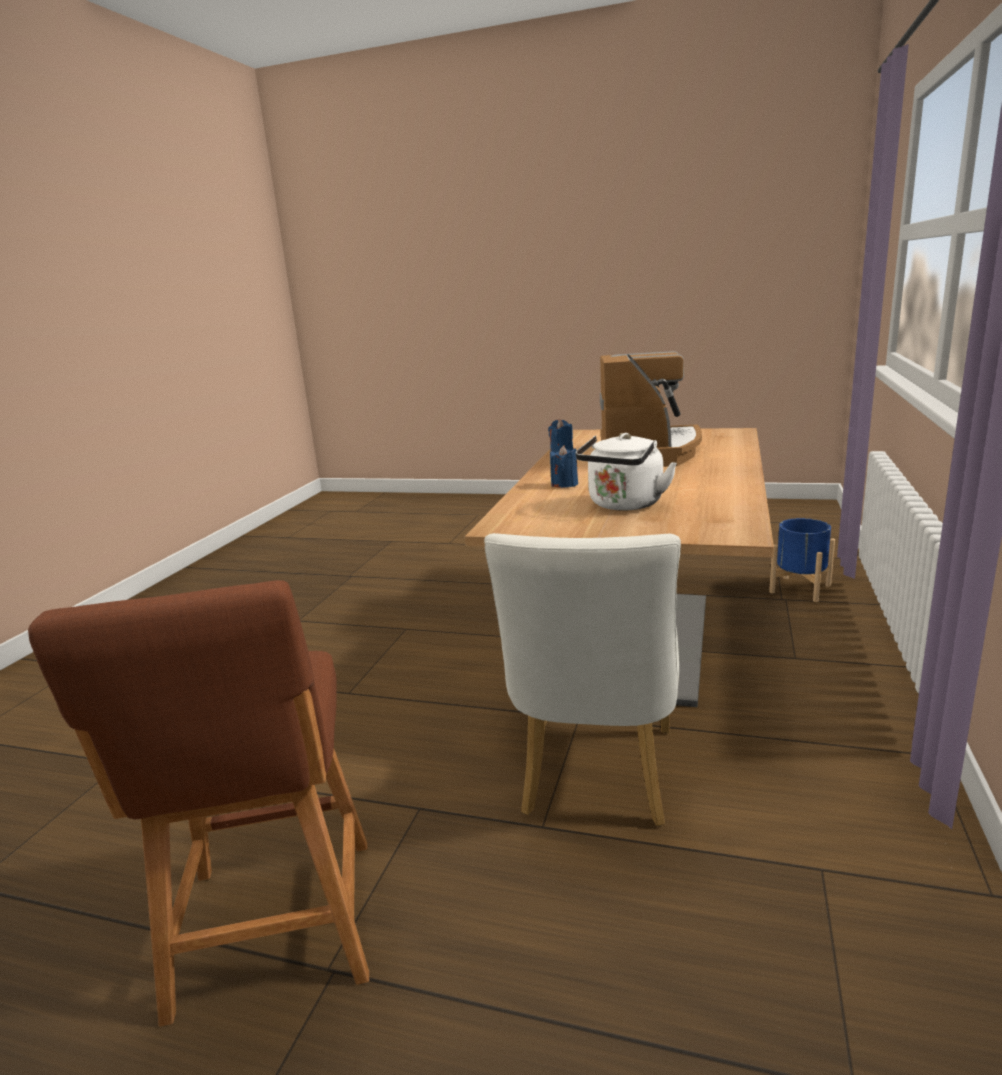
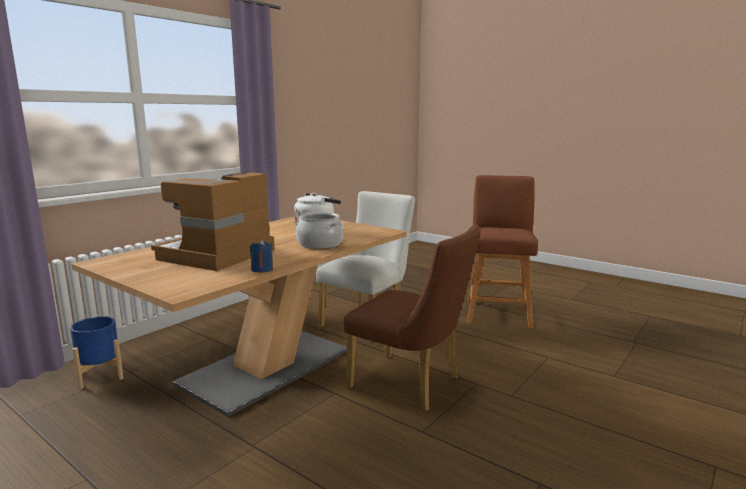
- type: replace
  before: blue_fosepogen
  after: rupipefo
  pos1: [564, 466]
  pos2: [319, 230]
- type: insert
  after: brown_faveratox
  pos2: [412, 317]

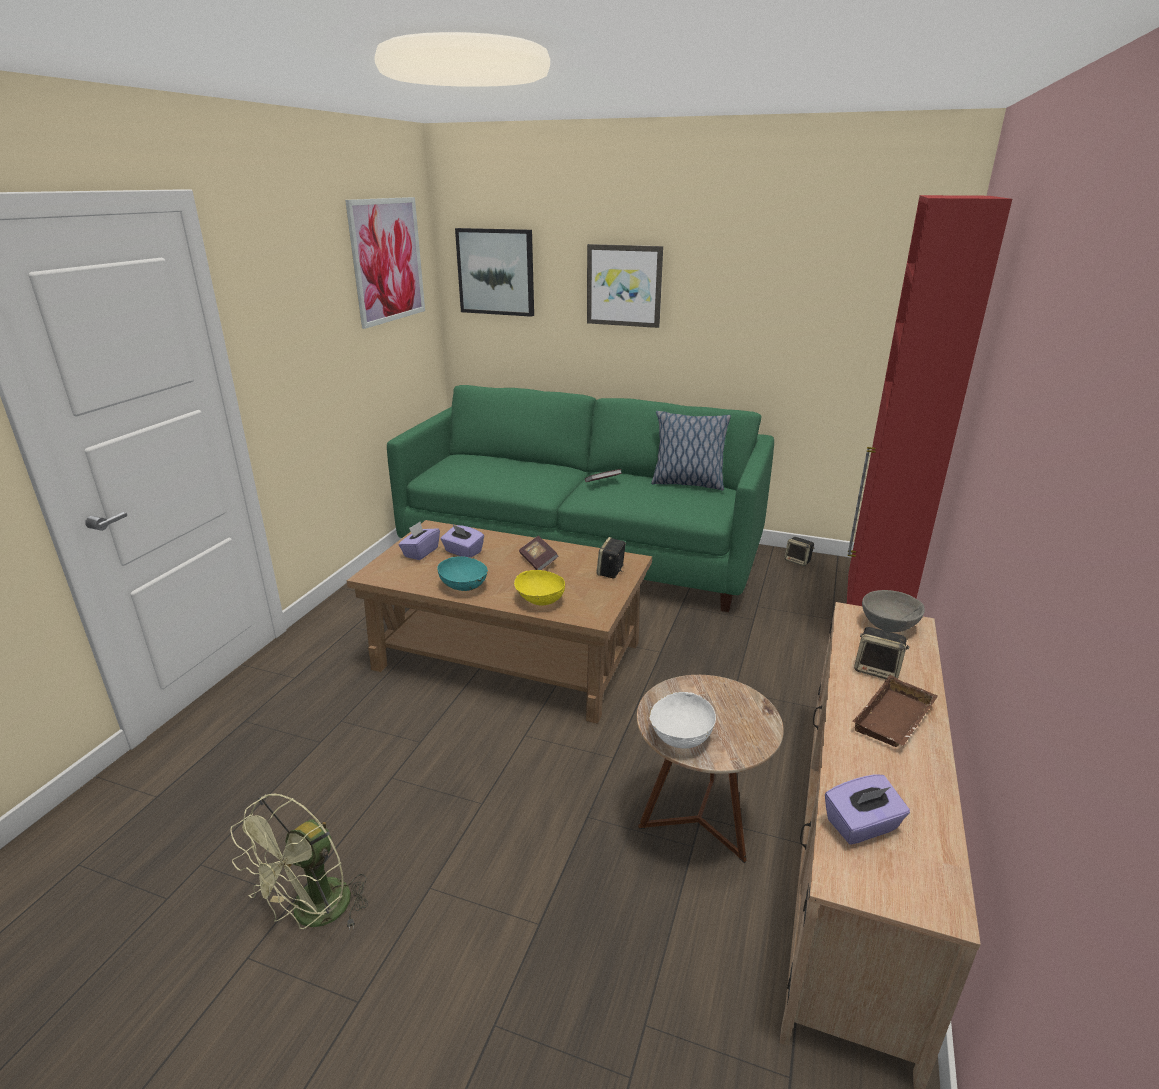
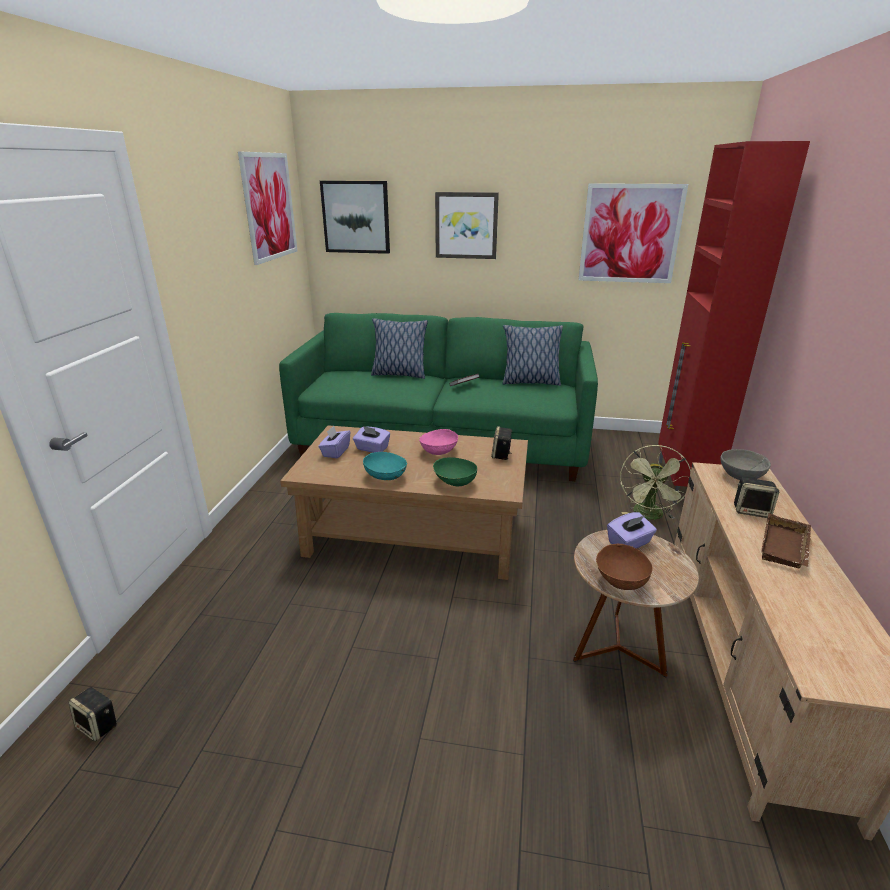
- type: move
  before: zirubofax
  pos1: [799, 551]
  pos2: [93, 714]
- type: insert
  after: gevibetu
  pos2: [399, 348]
- type: replace
  before: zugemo
  after: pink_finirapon
  pos1: [539, 553]
  pos2: [438, 442]
- type: recolor
  before: yellow_finirapon
  after: green_finirapon
  pos1: [539, 587]
  pos2: [455, 471]
- type: insert
  after: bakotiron
  pos2: [633, 233]
- type: recolor
  before: white_finirapon
  after: brown_finirapon
  pos1: [682, 720]
  pos2: [624, 567]
- type: move
  before: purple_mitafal
  pos1: [867, 810]
  pos2: [632, 530]
- type: move
  before: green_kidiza
  pos1: [299, 862]
  pos2: [655, 482]

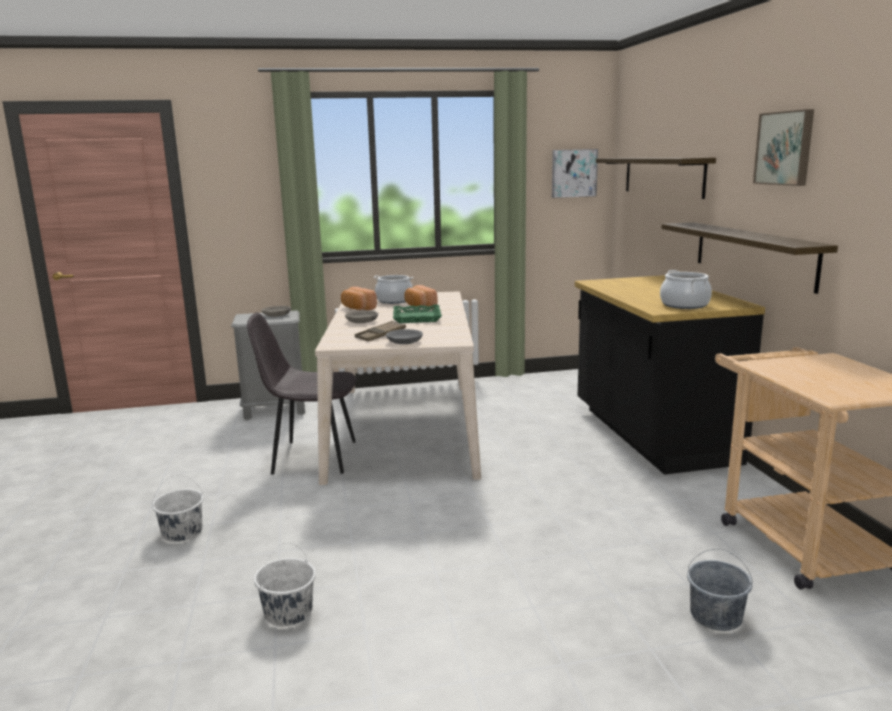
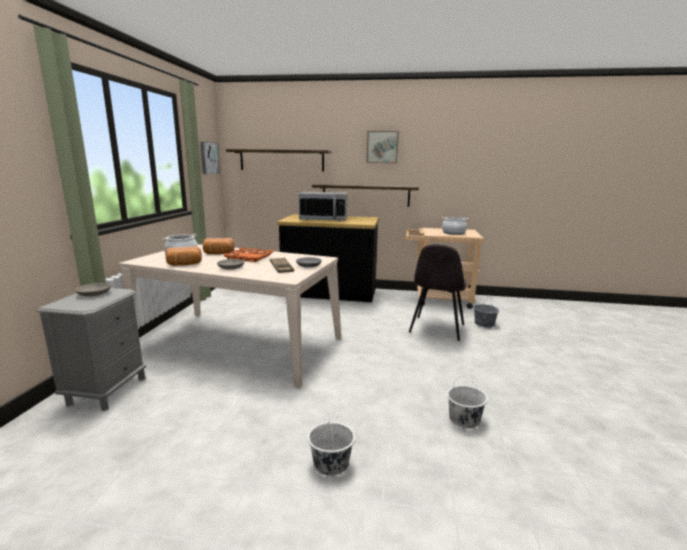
- type: recolor
  before: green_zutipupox
  after: orange_zutipupox
  pos1: [417, 313]
  pos2: [248, 255]
- type: insert
  after: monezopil
  pos2: [323, 206]
- type: move
  before: grey_faveratox
  pos1: [301, 393]
  pos2: [437, 292]
- type: move
  before: rupipefo
  pos1: [686, 289]
  pos2: [455, 226]

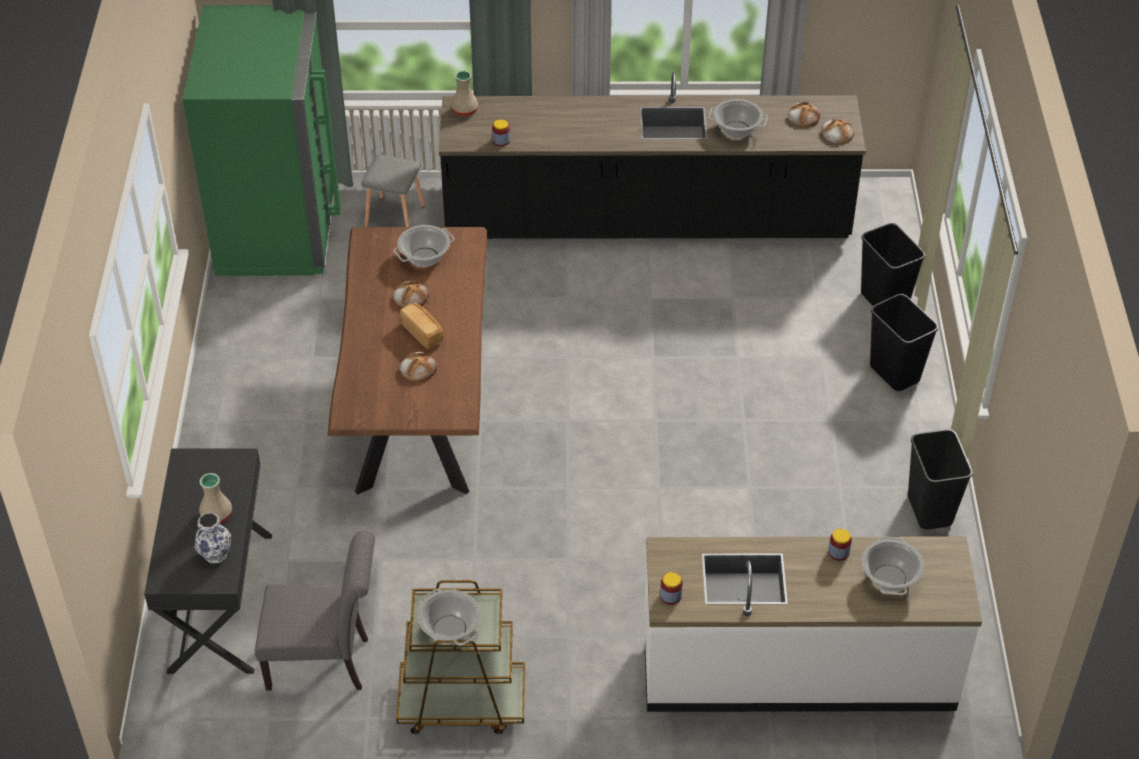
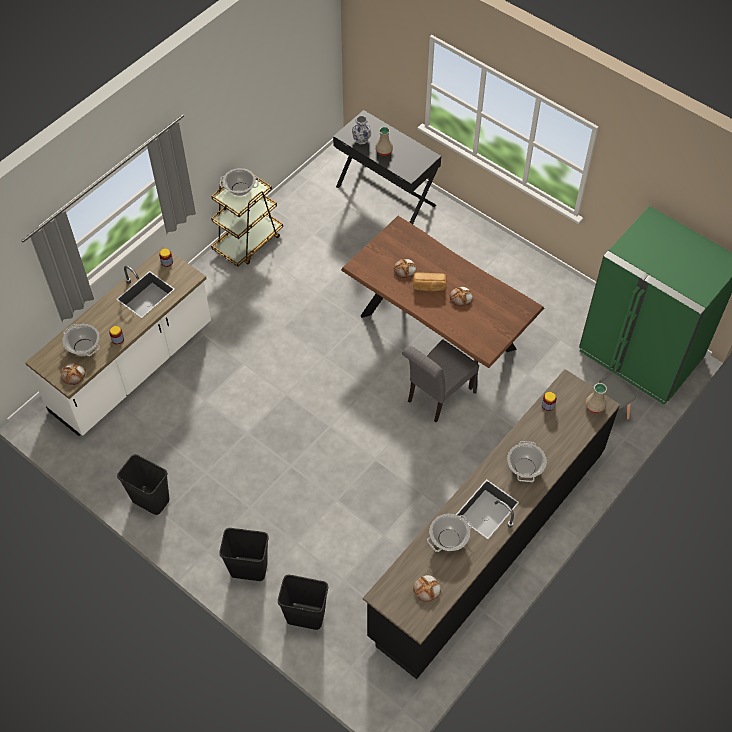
- type: move
  before: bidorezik
  pos1: [837, 131]
  pos2: [73, 374]
- type: move
  before: grey_faveratox
  pos1: [315, 610]
  pos2: [440, 380]
- type: move
  before: rupipefo
  pos1: [423, 246]
  pos2: [527, 461]

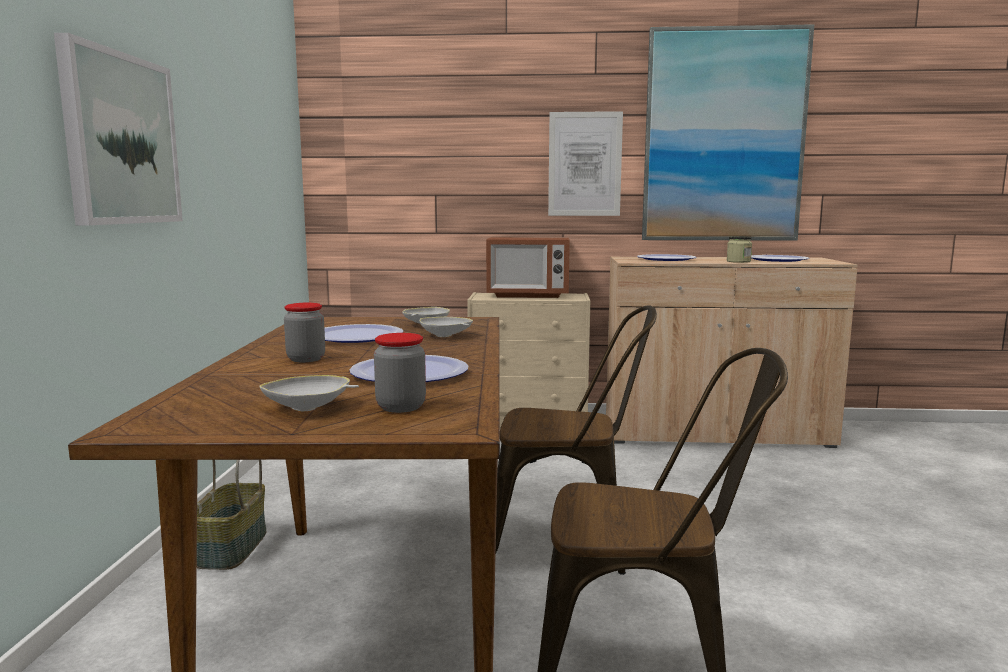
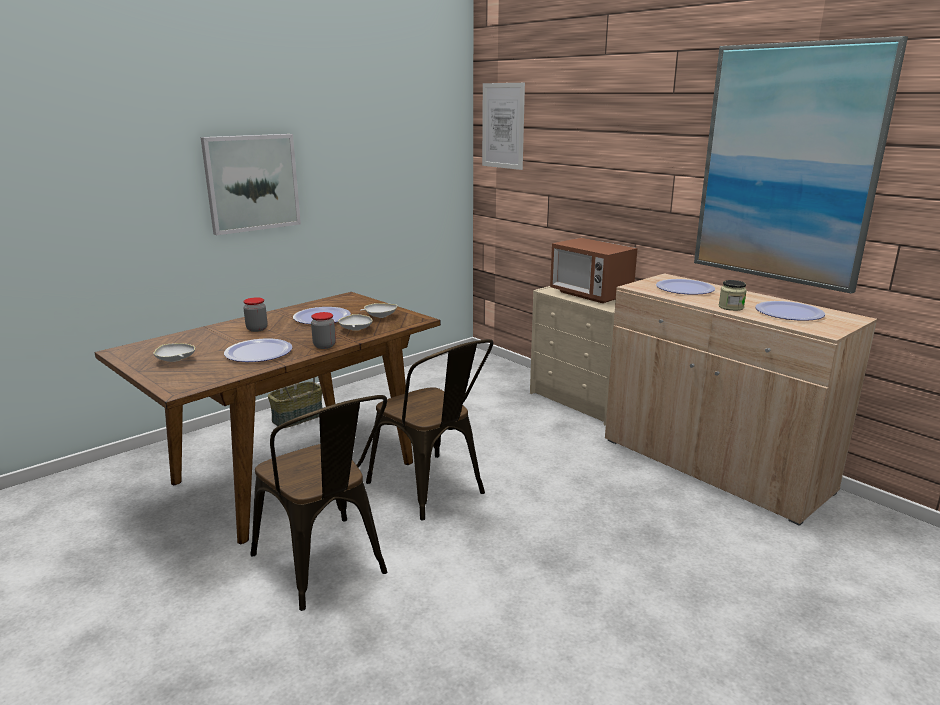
- type: move
  before: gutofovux
  pos1: [400, 373]
  pos2: [323, 330]
- type: move
  before: bakotiron
  pos1: [585, 163]
  pos2: [503, 126]

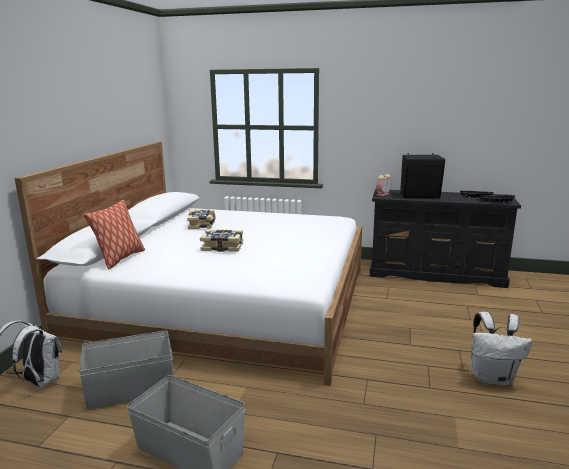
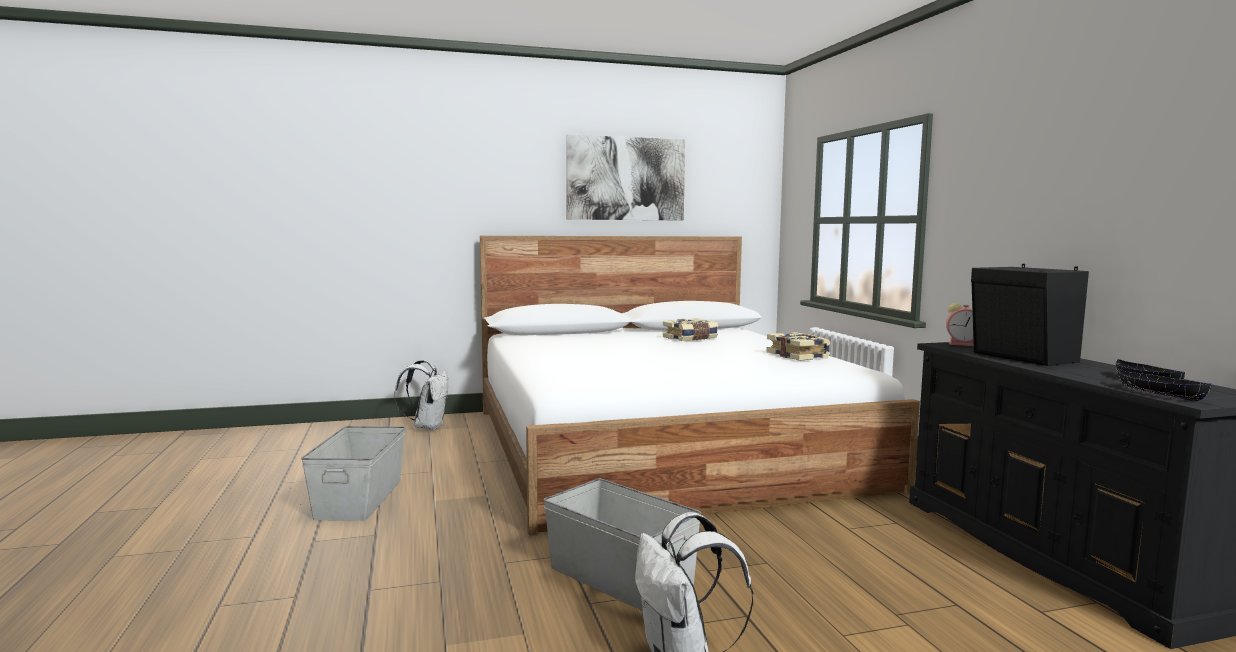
- type: move
  before: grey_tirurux
  pos1: [126, 369]
  pos2: [622, 545]
- type: insert
  after: bakotiron
  pos2: [625, 177]
- type: move
  before: zugemo
  pos1: [221, 241]
  pos2: [798, 346]
- type: delete
  before: gevibetu
  pos1: [114, 234]

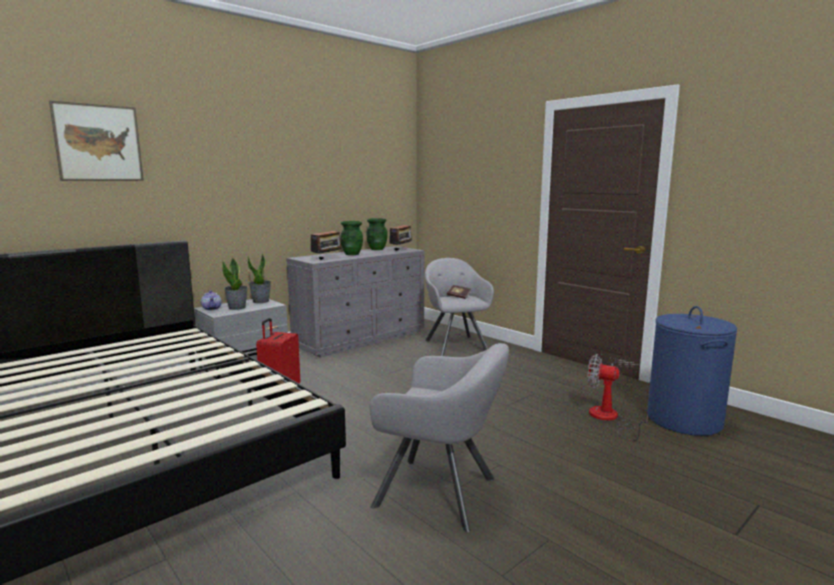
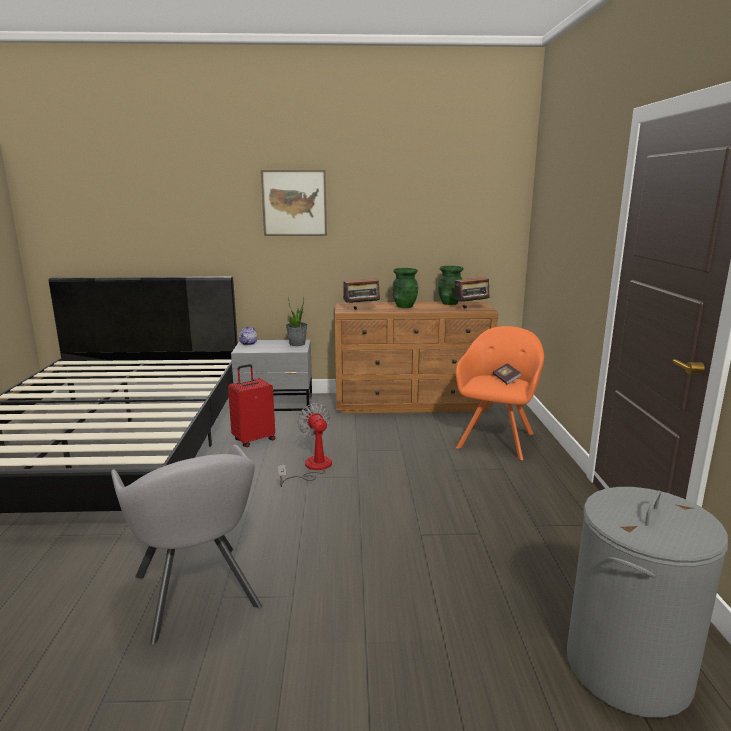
- type: move
  before: bakotiron
  pos1: [96, 140]
  pos2: [294, 203]
- type: move
  before: kidiza
  pos1: [617, 397]
  pos2: [305, 445]
- type: recolor
  before: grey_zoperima
  after: brown_zoperima
  pos1: [355, 302]
  pos2: [416, 358]
- type: recolor
  before: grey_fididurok
  after: orange_fididurok
  pos1: [459, 307]
  pos2: [500, 393]
- type: recolor
  before: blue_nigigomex
  after: grey_nigigomex
  pos1: [692, 371]
  pos2: [647, 602]
- type: delete
  before: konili
  pos1: [235, 283]

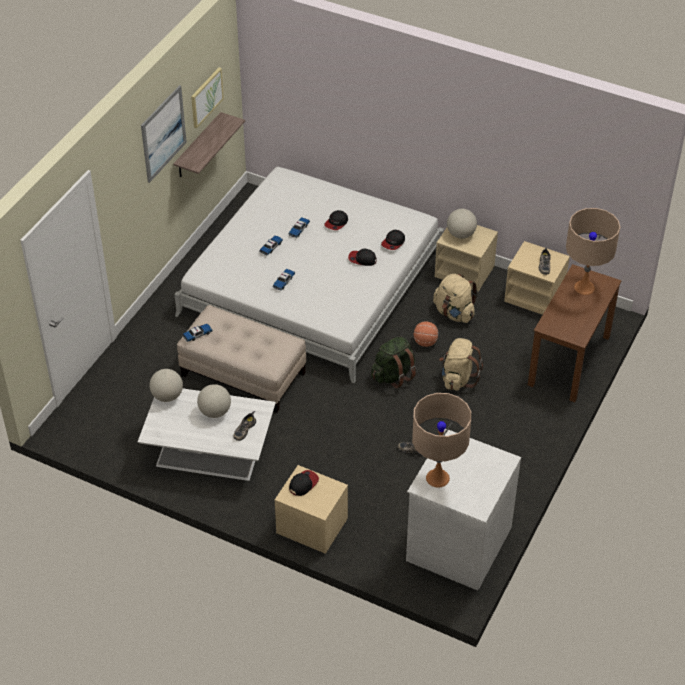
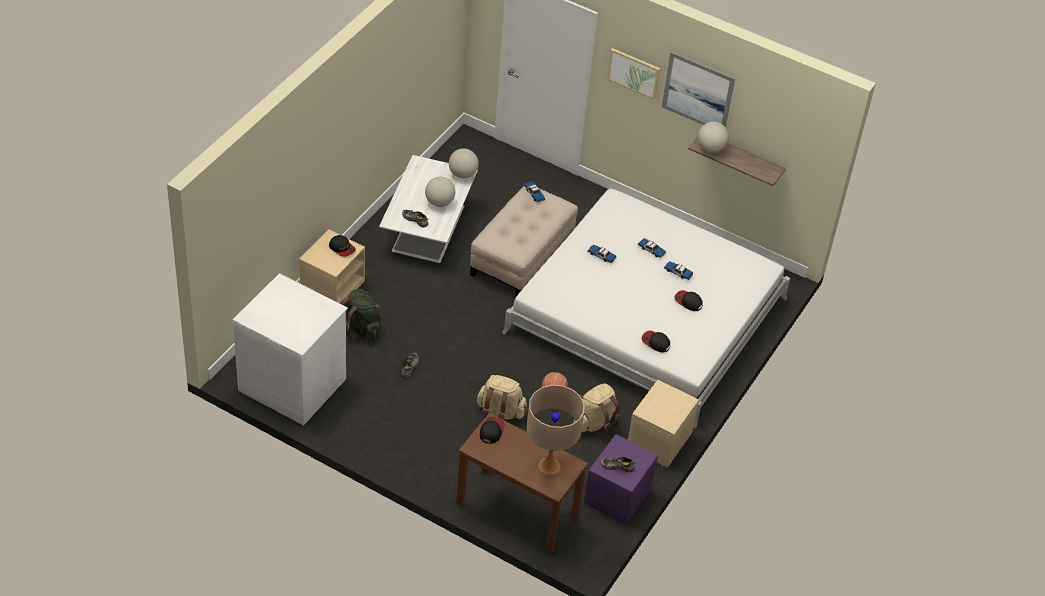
- type: move
  before: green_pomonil
  pos1: [393, 362]
  pos2: [360, 315]
- type: move
  before: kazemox
  pos1: [362, 257]
  pos2: [492, 430]
- type: recolor
  before: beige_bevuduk
  after: purple_bevuduk
  pos1: [537, 278]
  pos2: [621, 479]
- type: move
  before: bakotiron
  pos1: [207, 97]
  pos2: [633, 74]
- type: move
  before: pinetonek
  pos1: [462, 224]
  pos2: [713, 137]
- type: delete
  before: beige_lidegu
  pos1: [441, 440]

